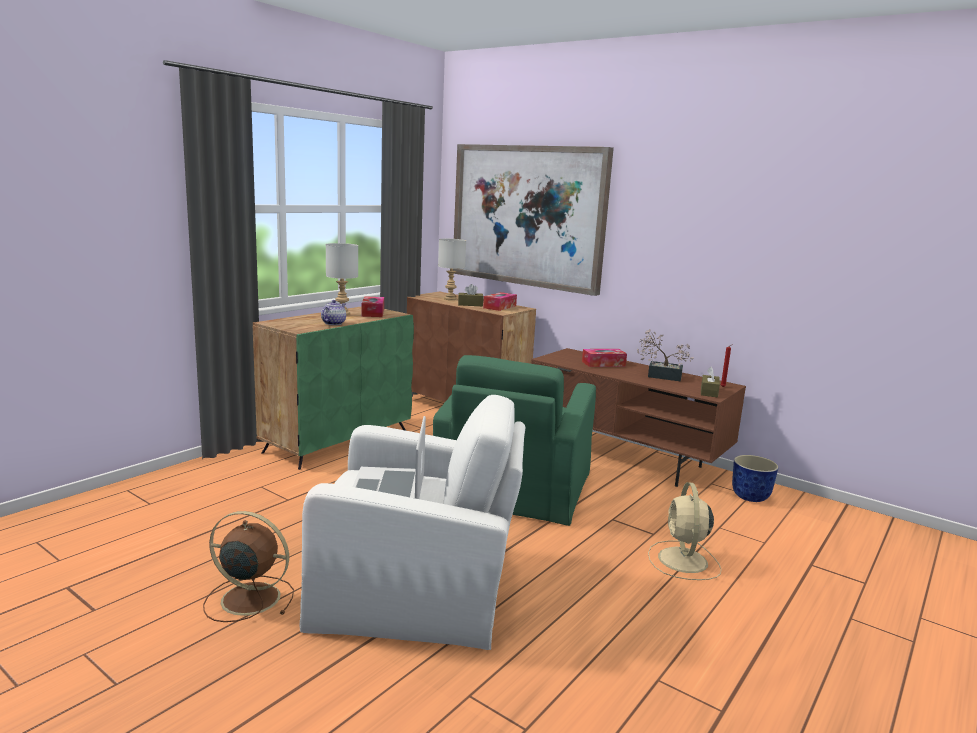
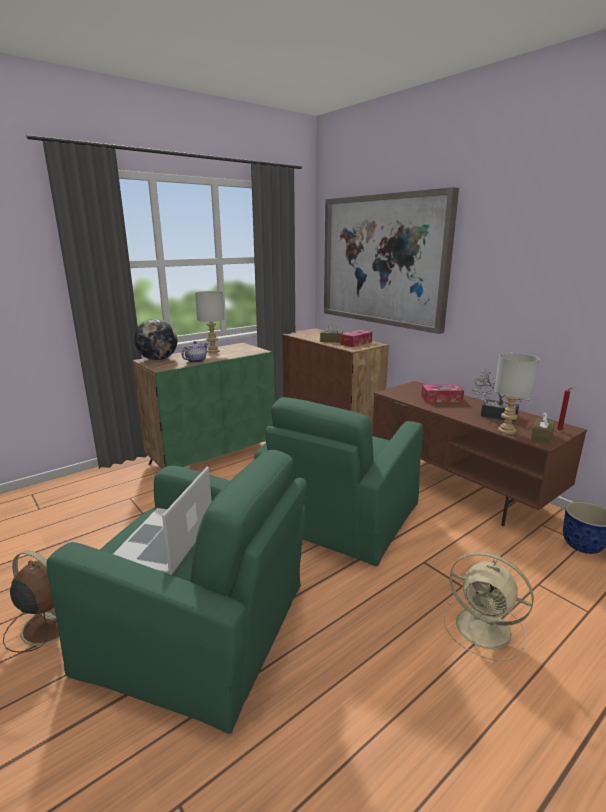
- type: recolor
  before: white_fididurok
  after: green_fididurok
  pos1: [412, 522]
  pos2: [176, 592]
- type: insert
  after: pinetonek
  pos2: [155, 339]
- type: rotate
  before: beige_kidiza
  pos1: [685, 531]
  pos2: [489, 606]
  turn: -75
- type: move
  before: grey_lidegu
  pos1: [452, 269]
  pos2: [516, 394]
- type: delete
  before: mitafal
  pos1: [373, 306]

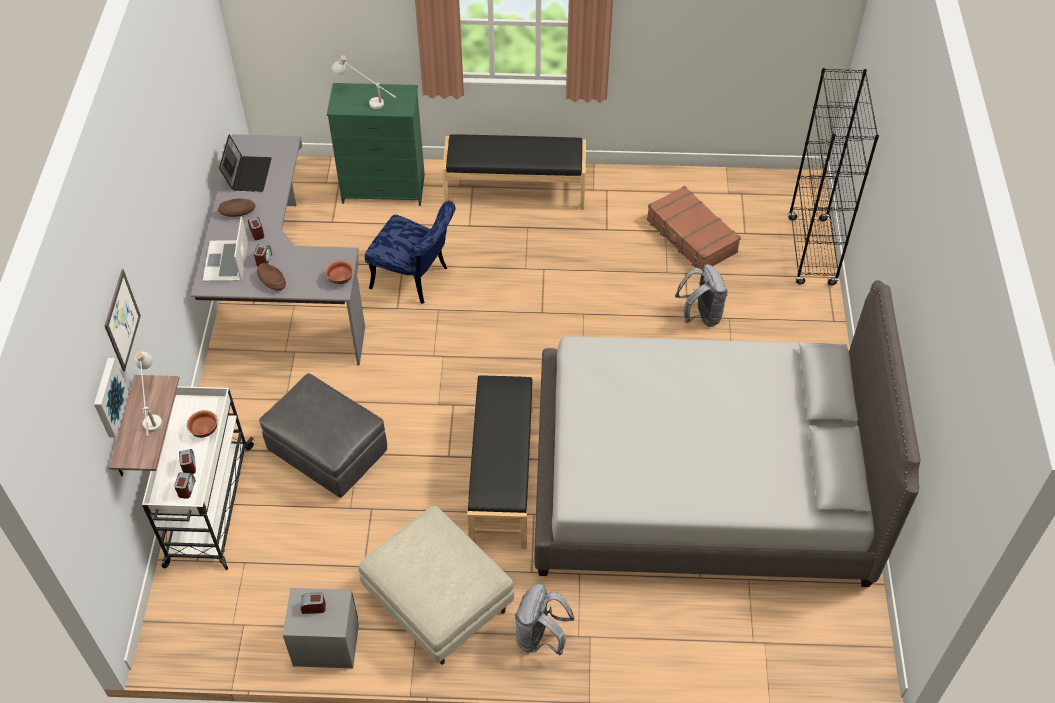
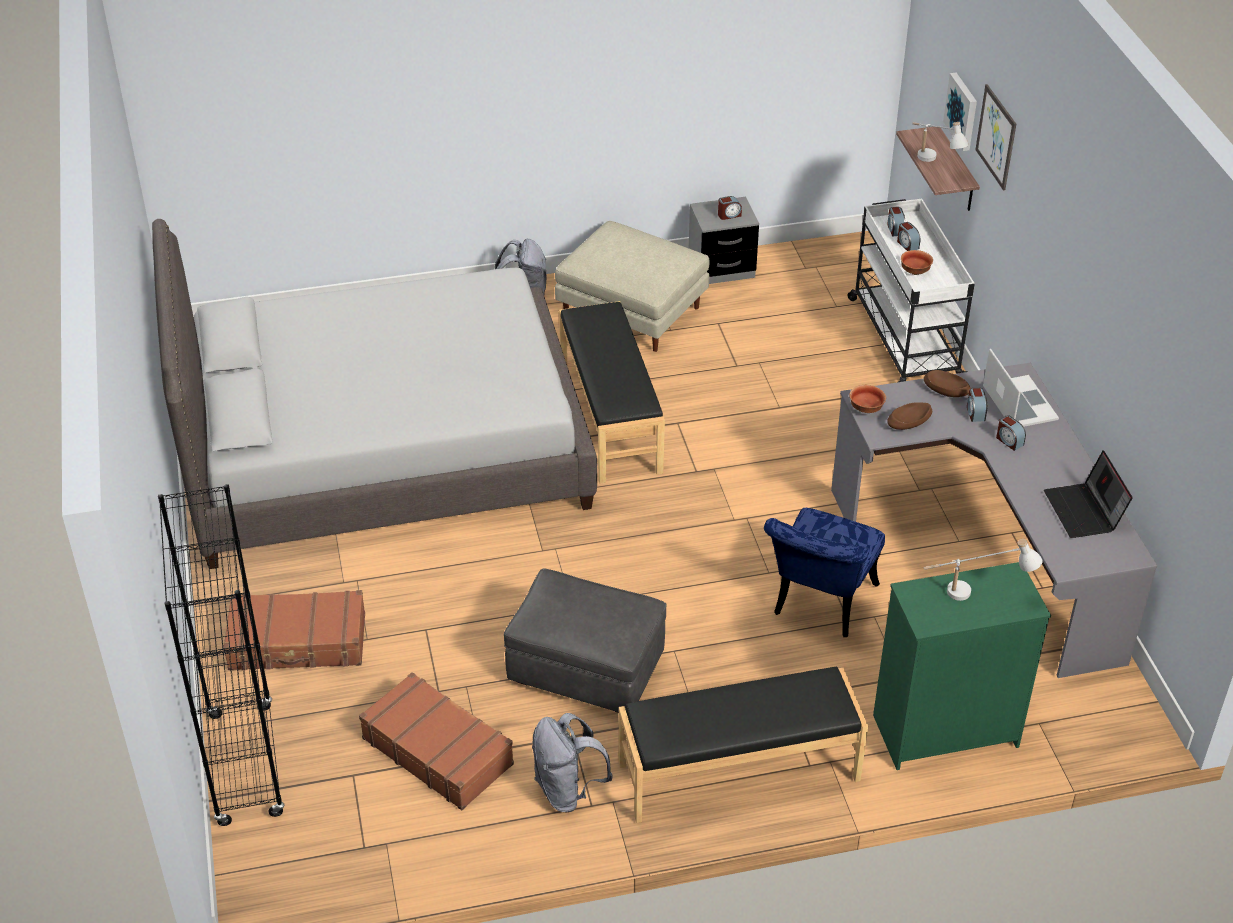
- type: insert
  after: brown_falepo
  pos2: [294, 630]
- type: move
  before: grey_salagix
  pos1: [323, 435]
  pos2: [585, 640]
- type: move
  before: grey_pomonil
  pos1: [701, 295]
  pos2: [572, 762]
- type: rotate
  before: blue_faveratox
  pos1: [410, 252]
  pos2: [824, 572]
  turn: -75
- type: move
  before: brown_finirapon
  pos1: [236, 208]
  pos2: [909, 416]

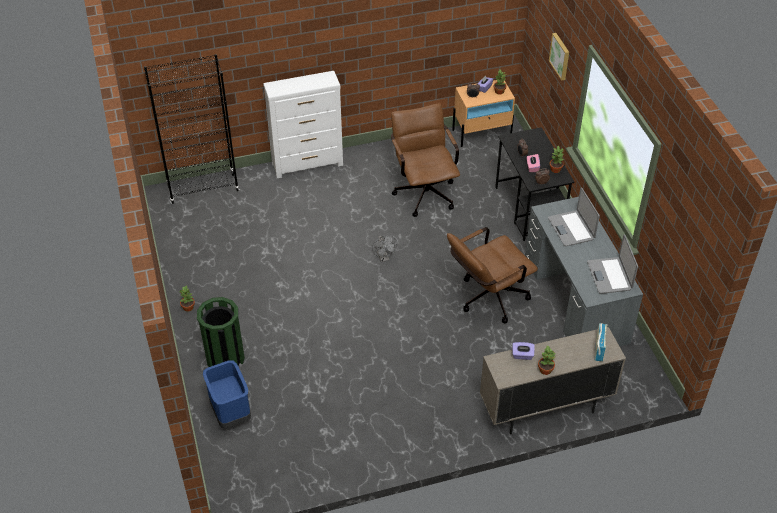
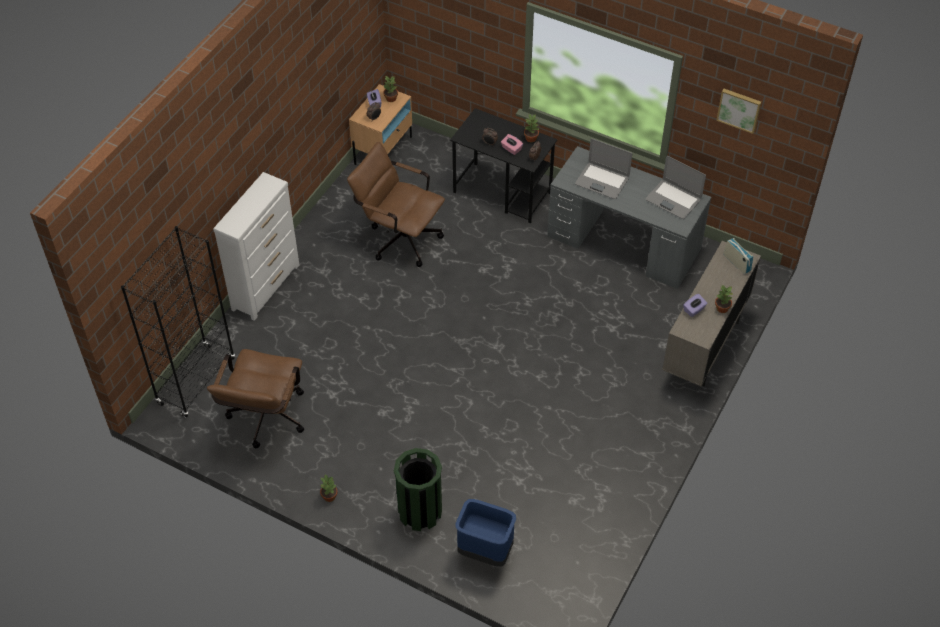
- type: move
  before: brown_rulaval
  pos1: [492, 275]
  pos2: [255, 398]
- type: move
  before: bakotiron
  pos1: [559, 57]
  pos2: [738, 111]
- type: delete
  before: grey_kidiza
  pos1: [384, 248]

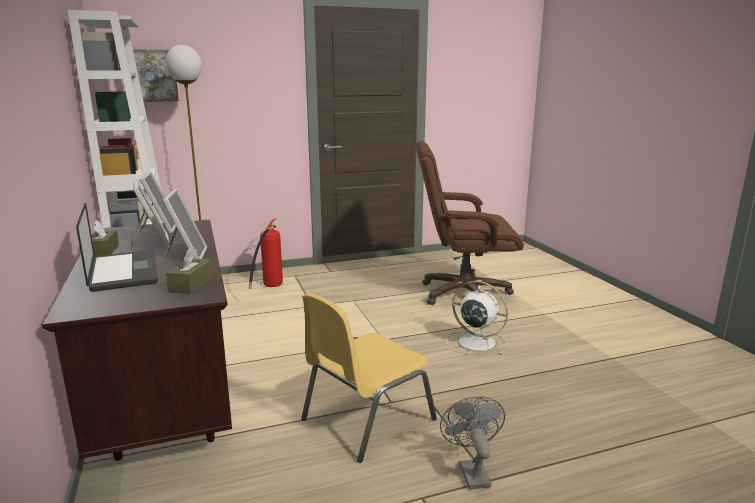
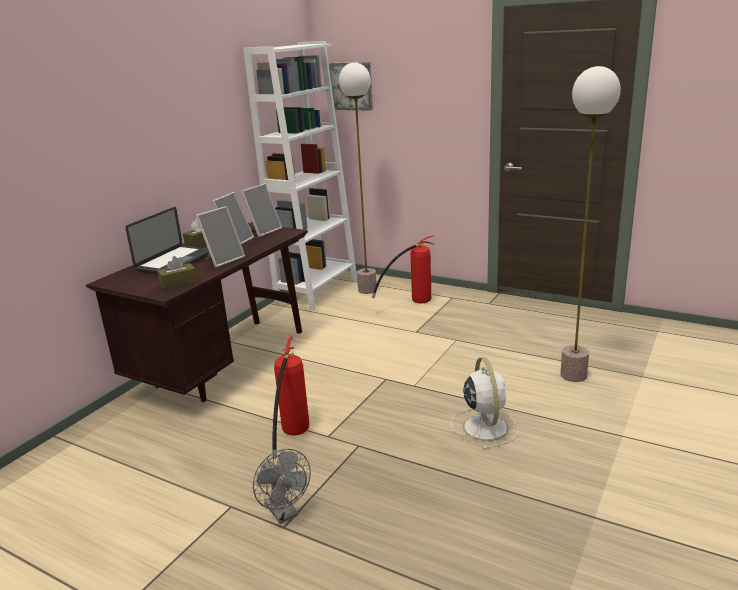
- type: rotate
  before: grey_kidiza
  pos1: [472, 442]
  pos2: [282, 486]
  turn: 105
- type: replace
  before: yellow_faveratox
  after: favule
  pos1: [369, 378]
  pos2: [290, 397]
- type: replace
  before: brown_rulaval
  after: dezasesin
  pos1: [470, 223]
  pos2: [590, 224]

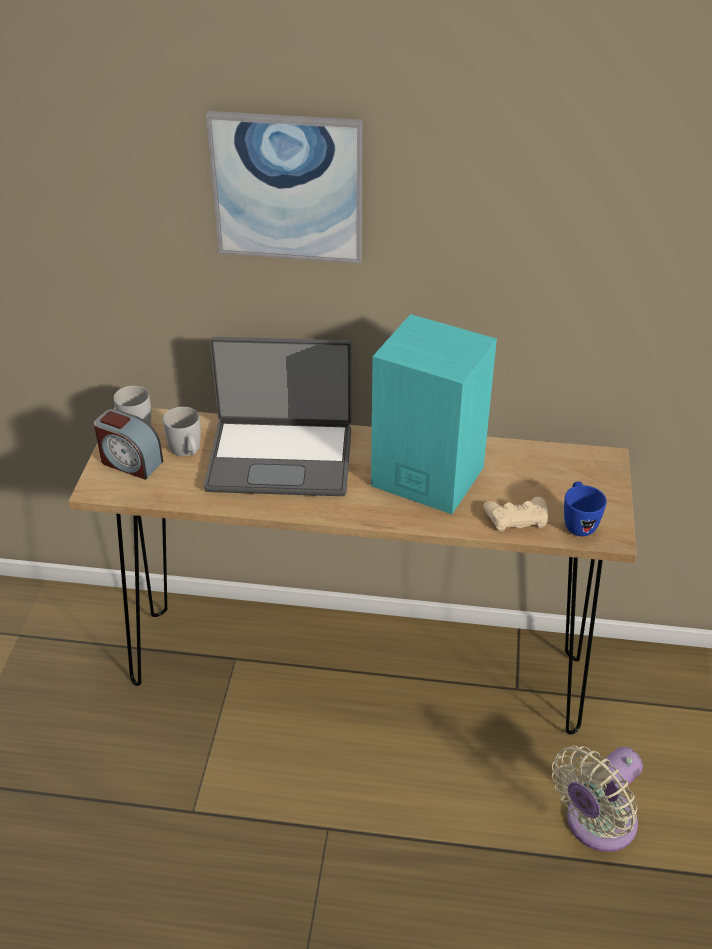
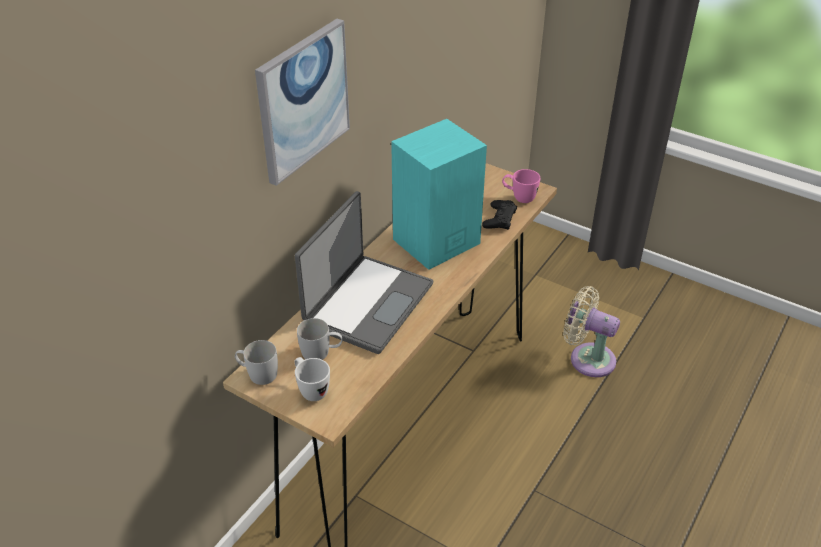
- type: replace
  before: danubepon
  after: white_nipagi
  pos1: [128, 444]
  pos2: [312, 379]
- type: recolor
  before: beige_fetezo
  after: black_fetezo
  pos1: [515, 514]
  pos2: [499, 215]
- type: recolor
  before: blue_nipagi
  after: pink_nipagi
  pos1: [585, 509]
  pos2: [521, 186]
- type: rotate
  before: beige_kidiza
  pos1: [597, 799]
  pos2: [591, 331]
  turn: 135

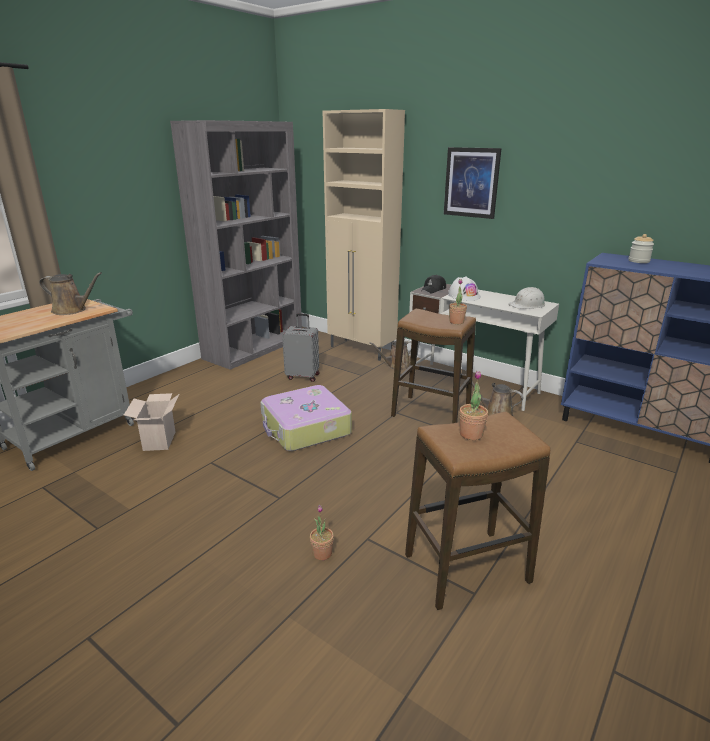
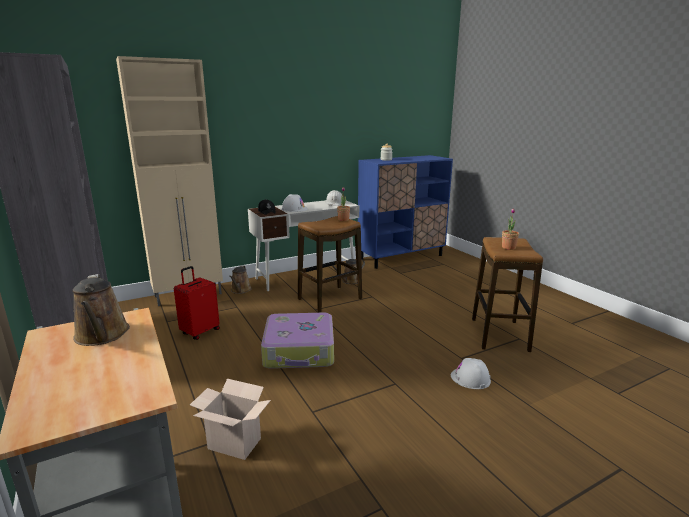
- type: rotate
  before: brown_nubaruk
  pos1: [70, 293]
  pos2: [101, 310]
  turn: 120
- type: recolor
  before: grey_falepo
  after: red_falepo
  pos1: [301, 347]
  pos2: [197, 303]
- type: replace
  before: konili
  after: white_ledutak
  pos1: [322, 532]
  pos2: [471, 373]
- type: delete
  before: bakotiron
  pos1: [473, 183]

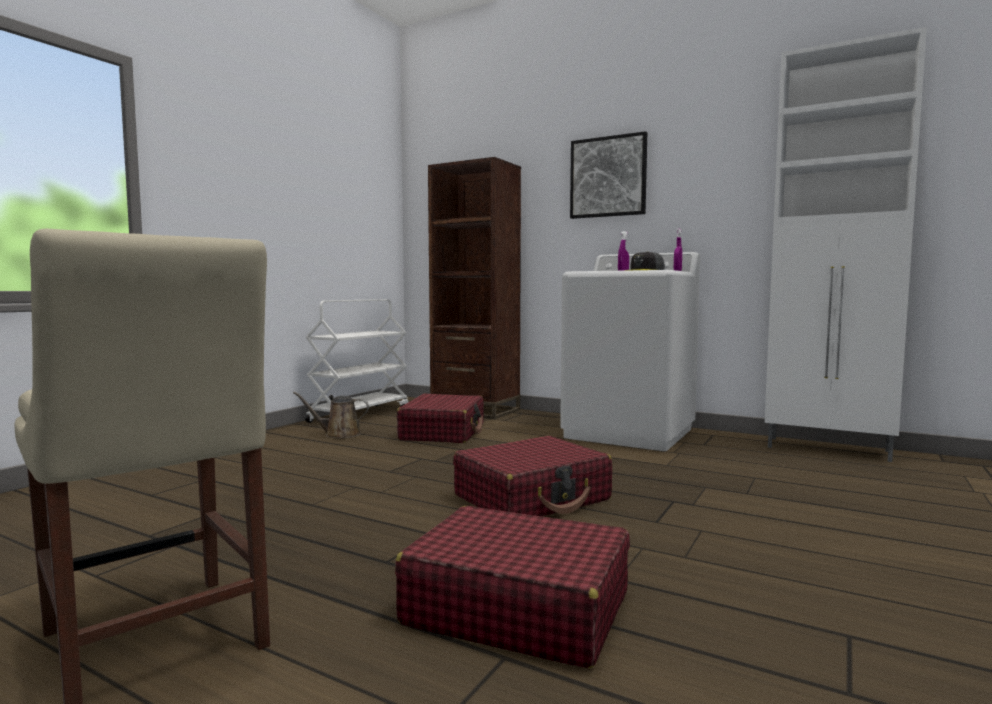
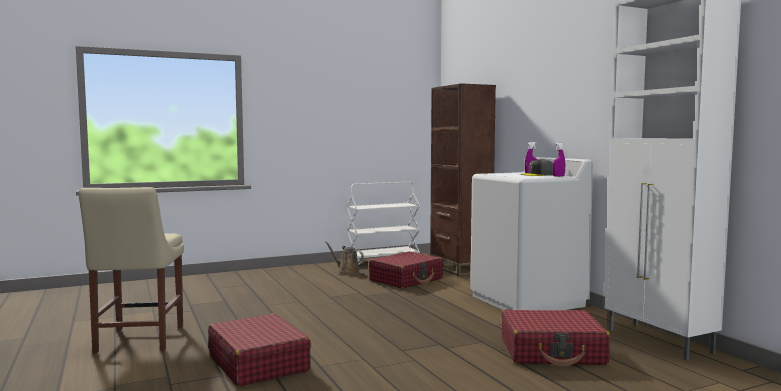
- type: move
  before: red_falepo
  pos1: [532, 476]
  pos2: [556, 338]
- type: delete
  before: bakotiron
  pos1: [608, 175]

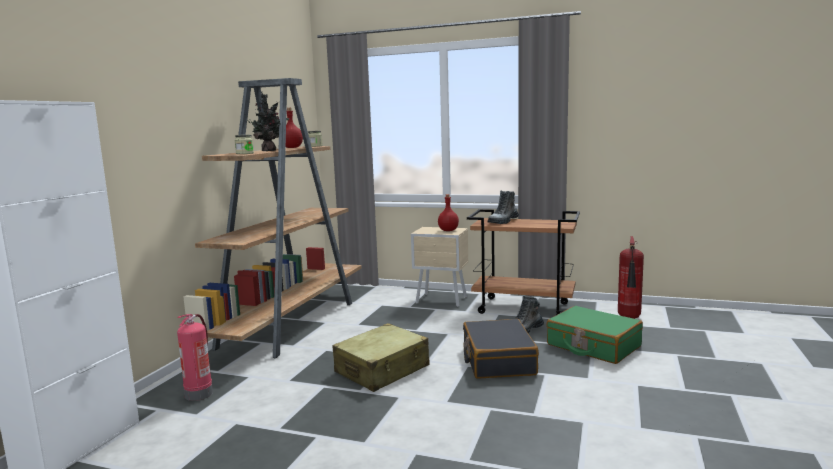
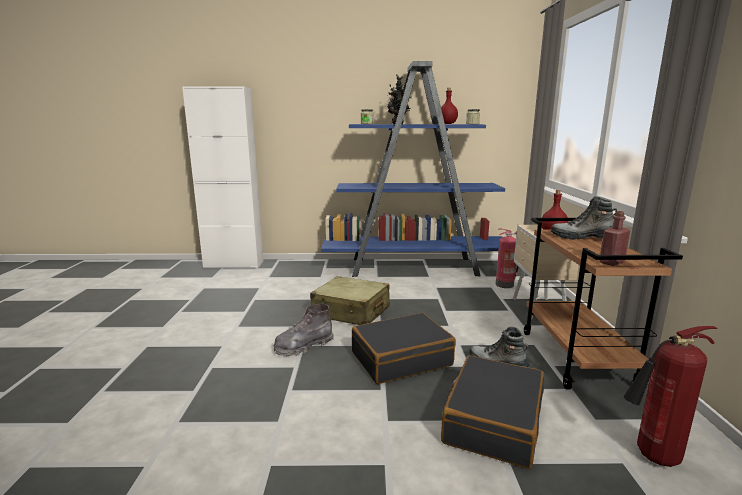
- type: insert
  after: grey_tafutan
  pos2: [303, 329]
- type: recolor
  before: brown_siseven
  after: blue_siseven
  pos1: [272, 218]
  pos2: [413, 169]
- type: recolor
  before: green_falepo
  after: black_falepo
  pos1: [594, 335]
  pos2: [492, 412]
- type: move
  before: favule
  pos1: [195, 357]
  pos2: [507, 258]
- type: insert
  after: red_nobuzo
  pos2: [614, 238]

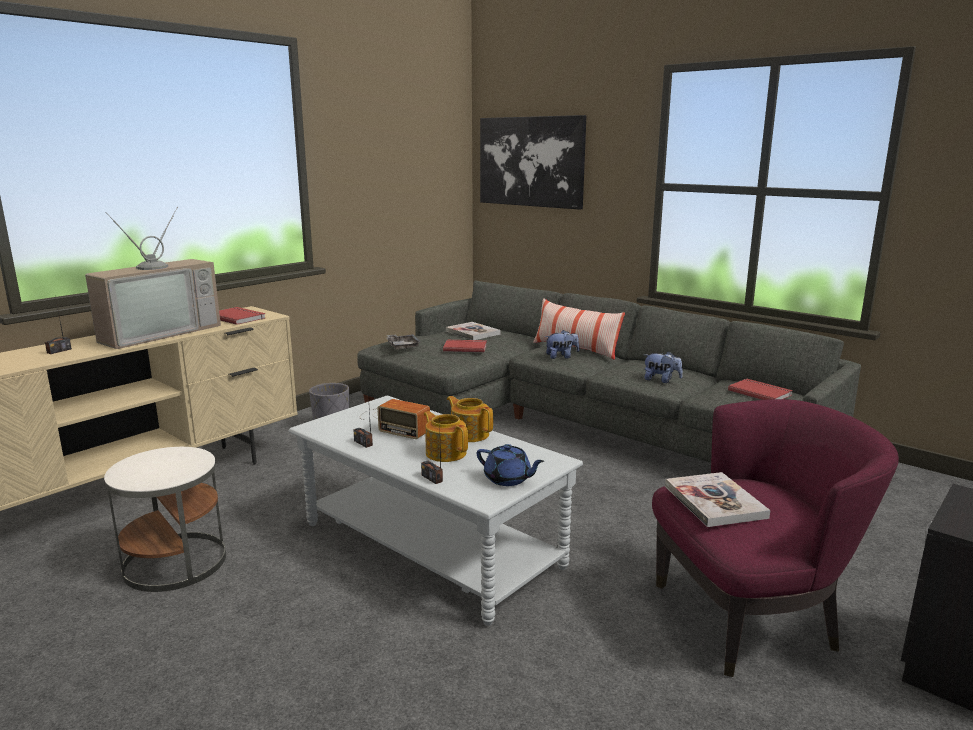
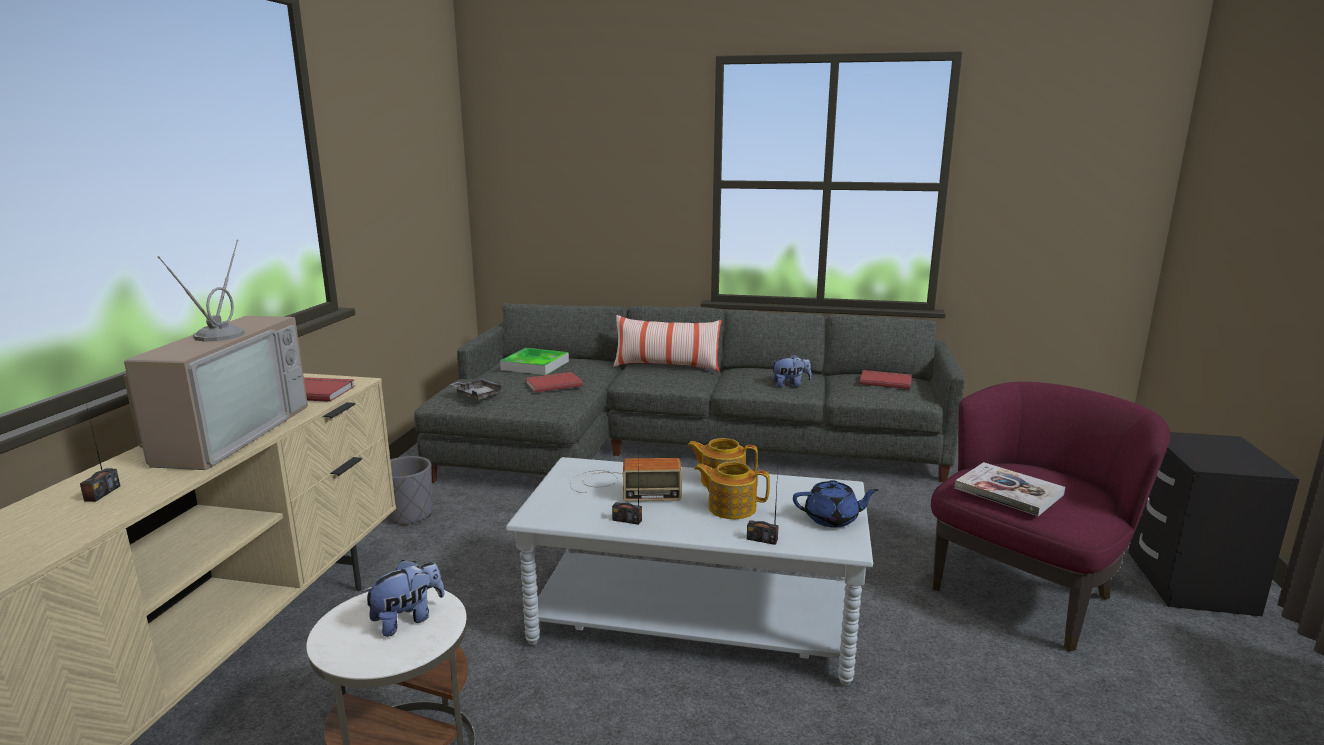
- type: move
  before: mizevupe
  pos1: [562, 344]
  pos2: [403, 598]
- type: replace
  before: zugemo
  after: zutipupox
  pos1: [473, 331]
  pos2: [534, 361]
- type: delete
  before: bakotiron
  pos1: [533, 162]

